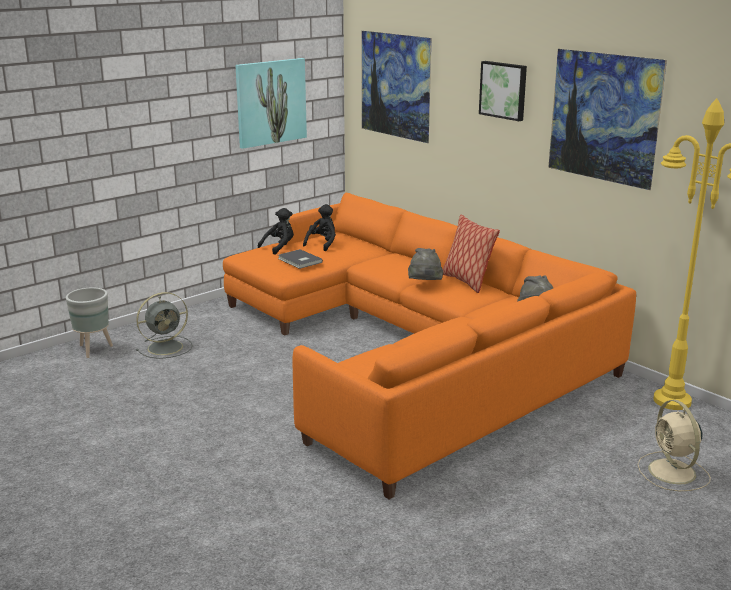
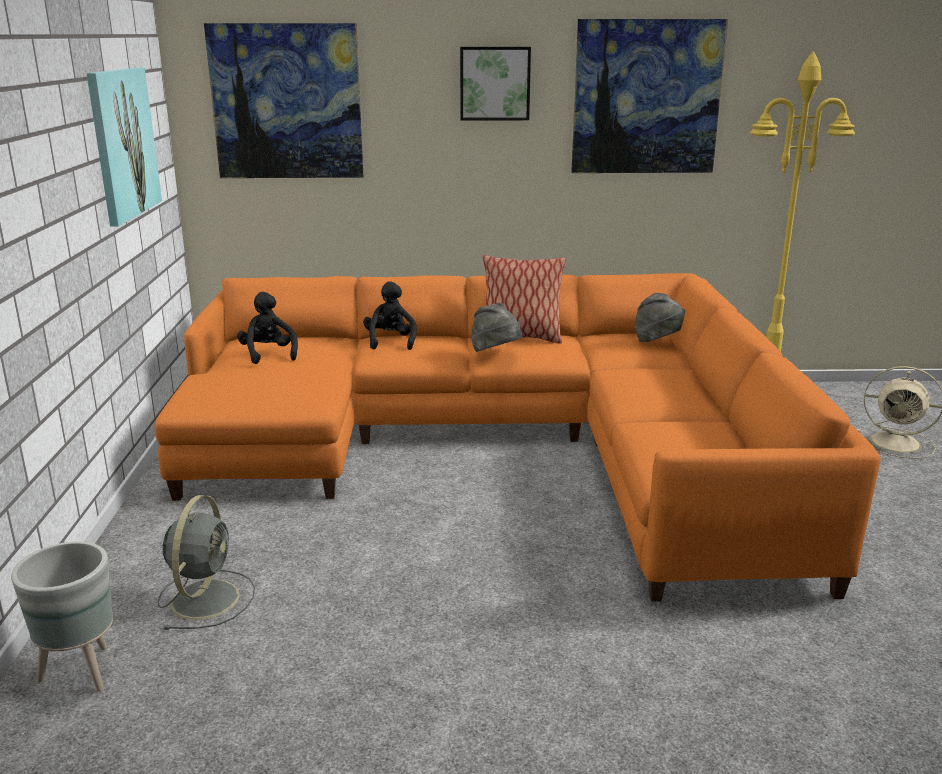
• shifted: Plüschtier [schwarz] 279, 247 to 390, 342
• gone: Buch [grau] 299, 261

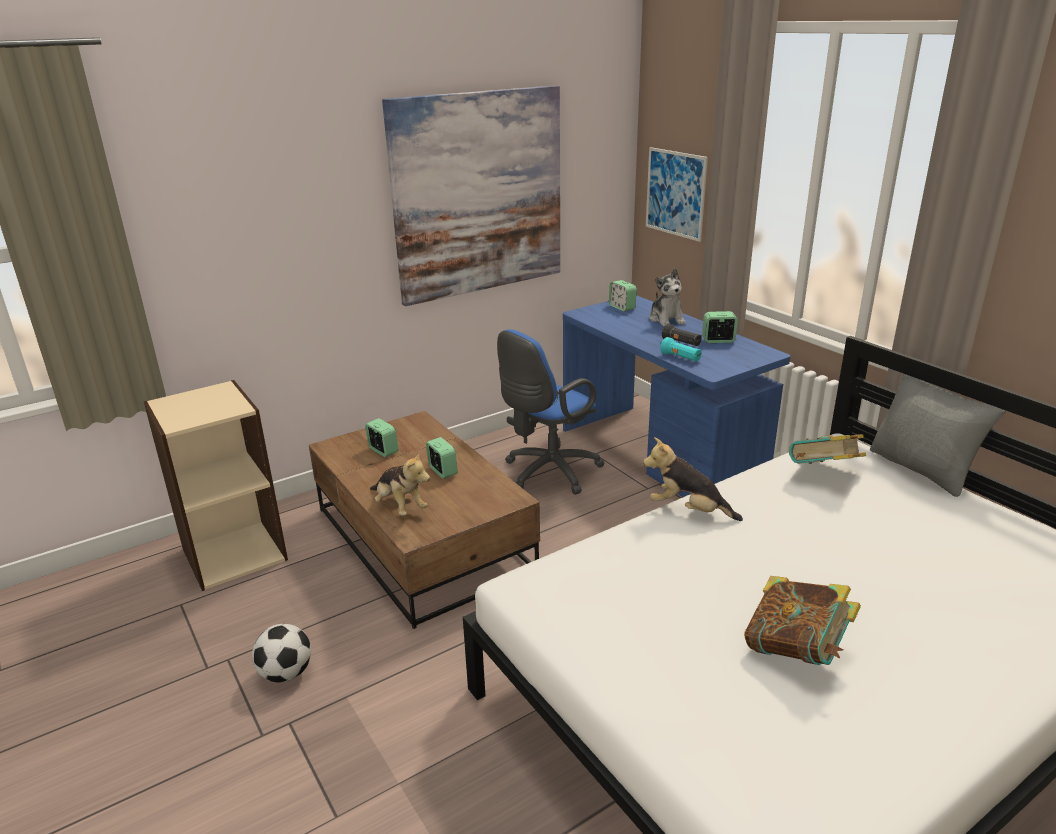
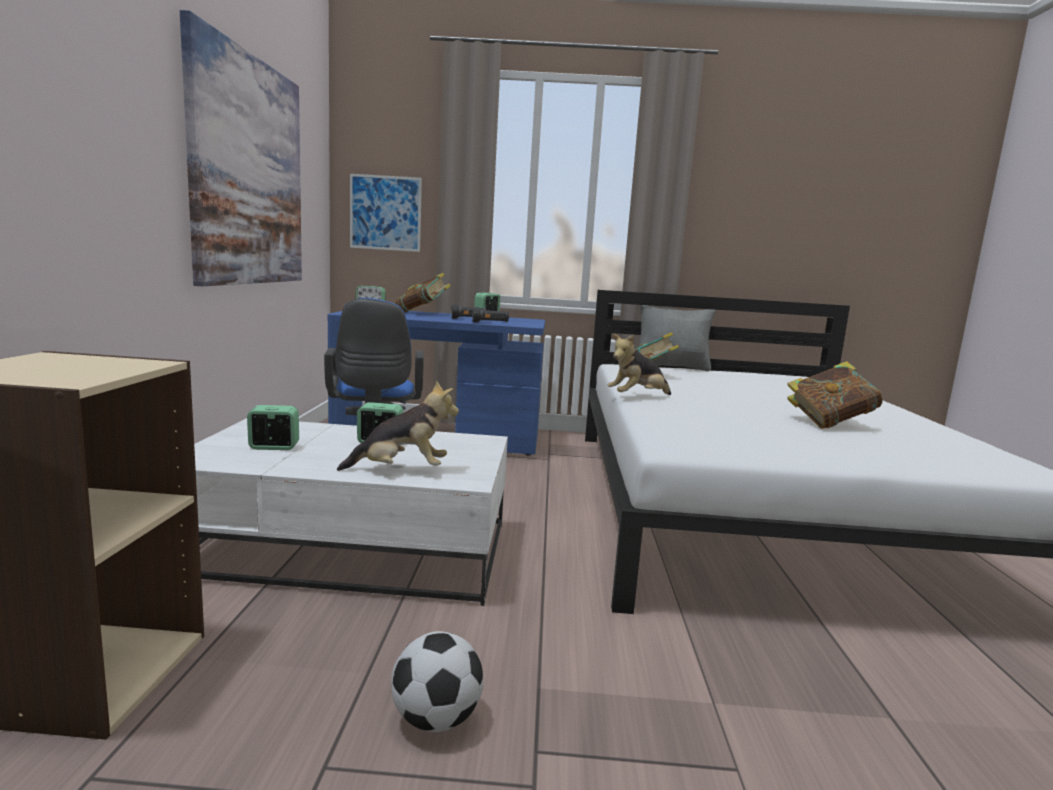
• repainted: Couchtisch [braun] 421, 539 to Couchtisch [weiß] 348, 549
• swapped: Plüschtier 666, 319 to Buch 422, 313
• repainted: Taschenlampe [türkis] 681, 358 to Taschenlampe [schwarz] 490, 323

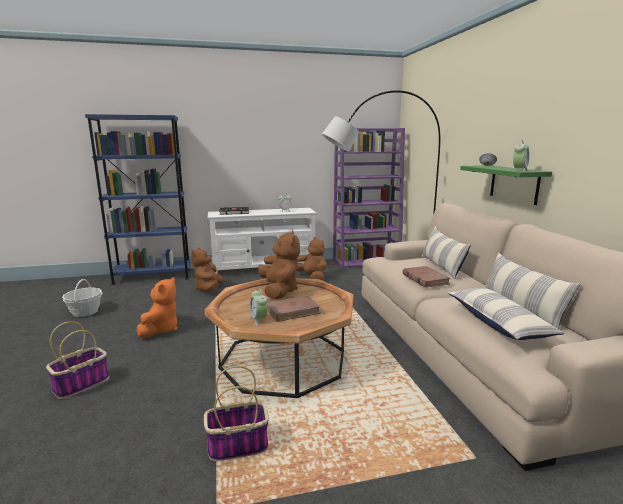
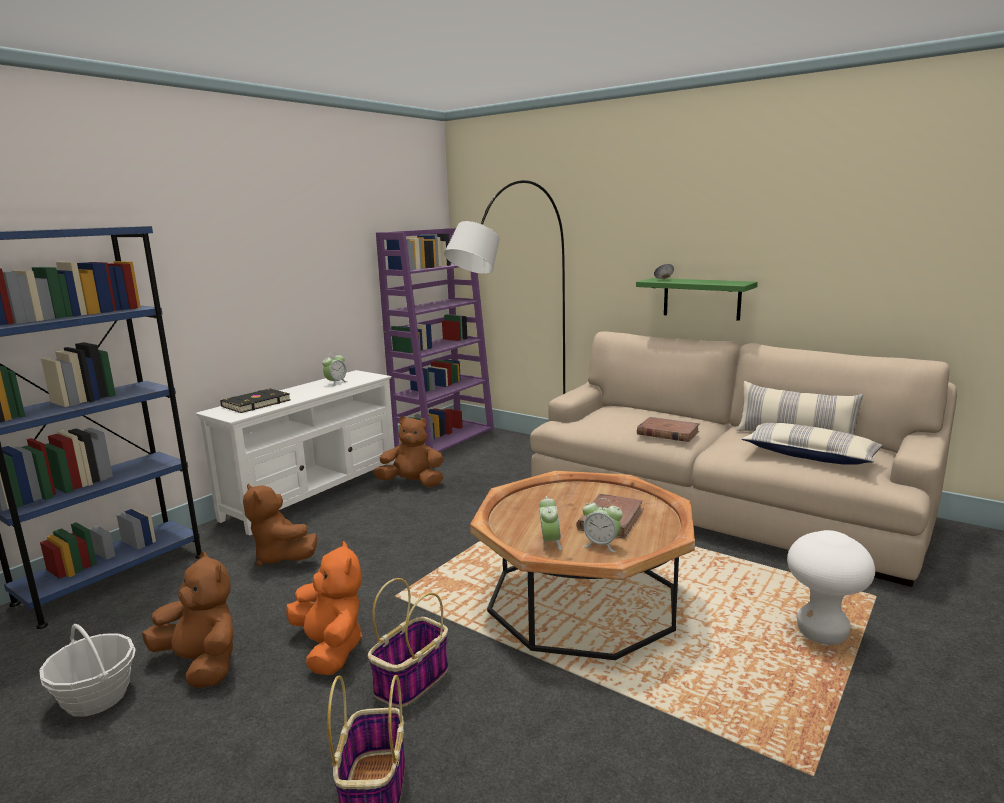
• shifted: Korb 237, 446 to 411, 681
• shifted: Plüschtier [braun] 279, 291 to 202, 664
• gone: Kissen 441, 267
• shifted: Wecker 519, 170 to 550, 542
• new: Hocker [weiß] 821, 633

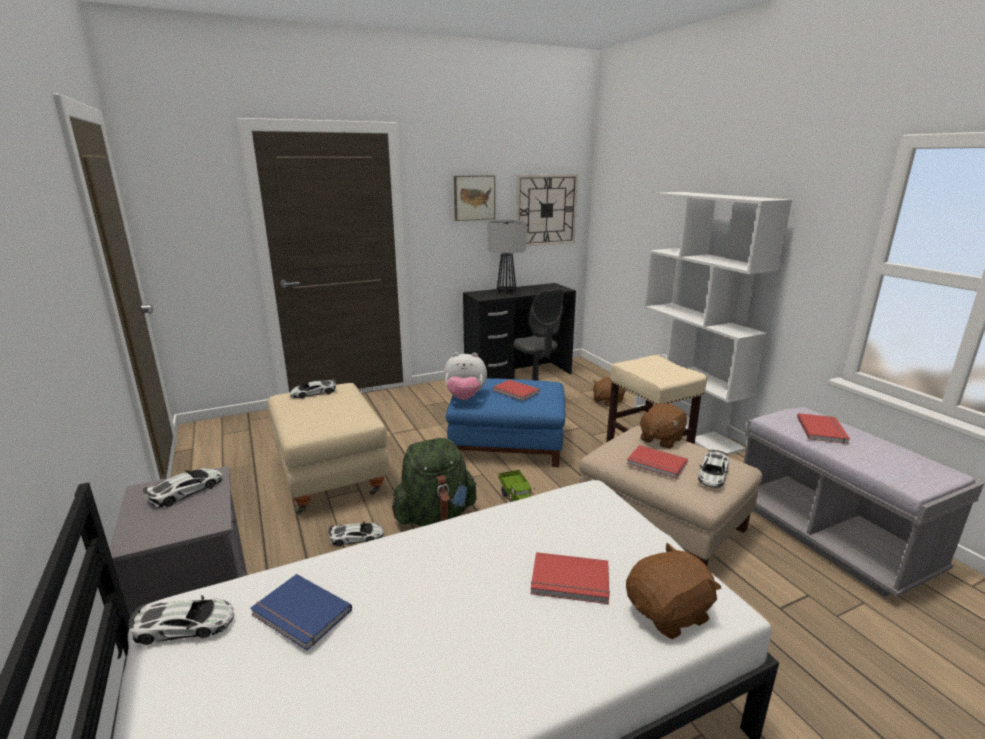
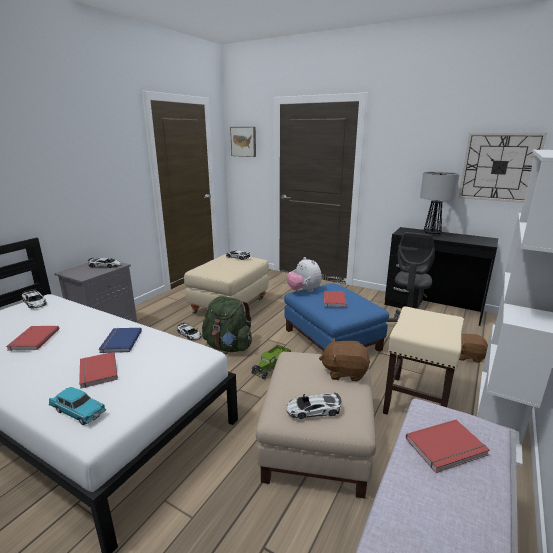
• shifted: Buch [blau] 300, 615 to 120, 341
• shifted: Bild 473, 197 to 244, 141
• swapped: Plüschtier [braun] 669, 613 to Spielzeugauto [türkis] 78, 412
• shifted: Buch [rot] 656, 464 to 33, 339

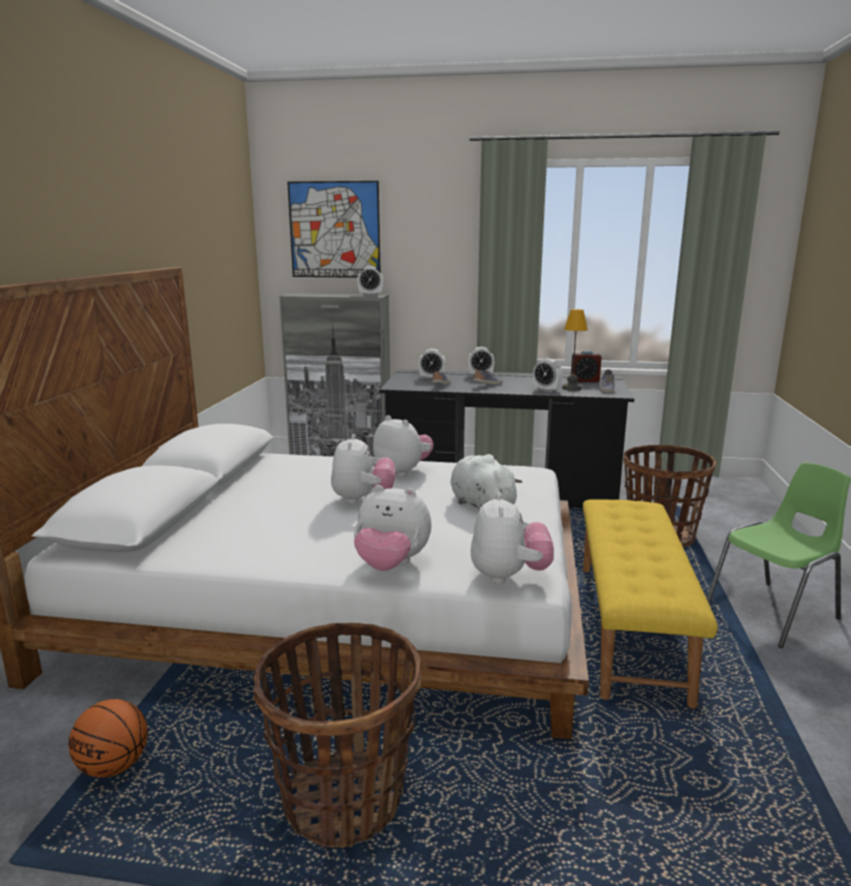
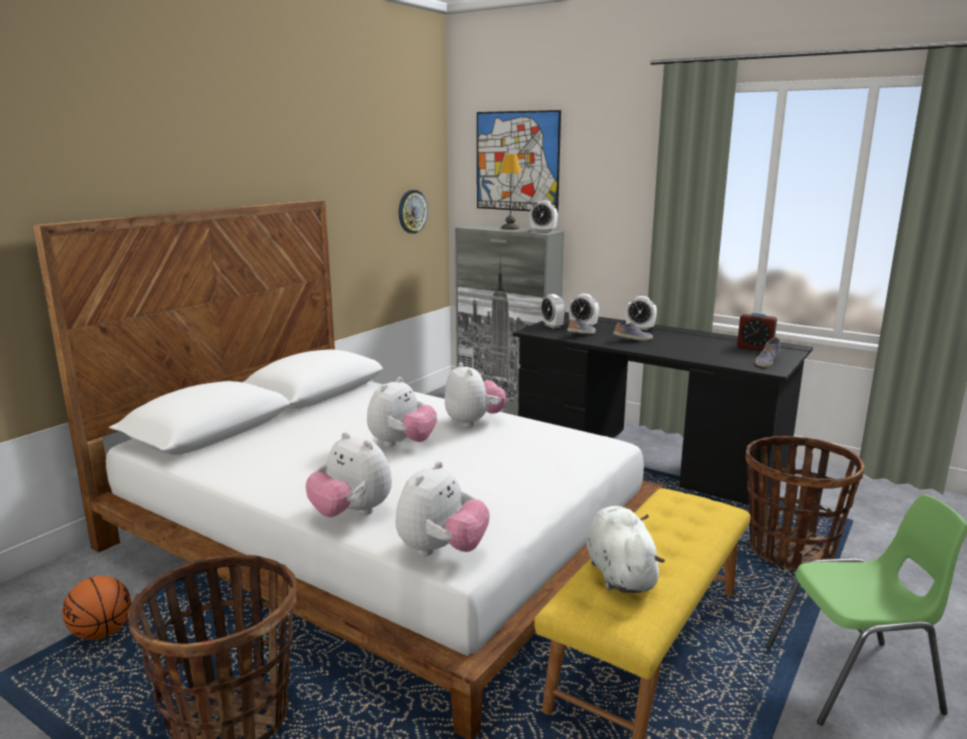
• shifted: Plüschtier [weiß] 480, 504 to 619, 573
• shifted: Wecker 546, 390 to 552, 326
• shifted: Tischlampe 571, 388 to 509, 228
• new: Wanduhr 412, 211

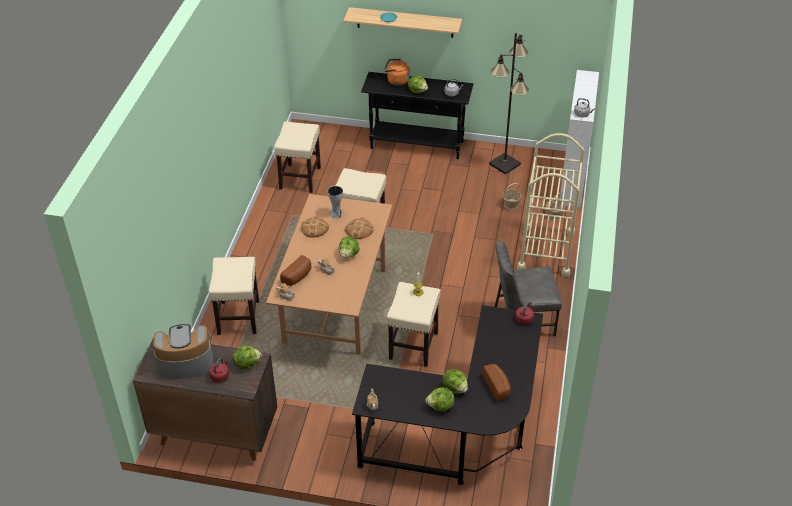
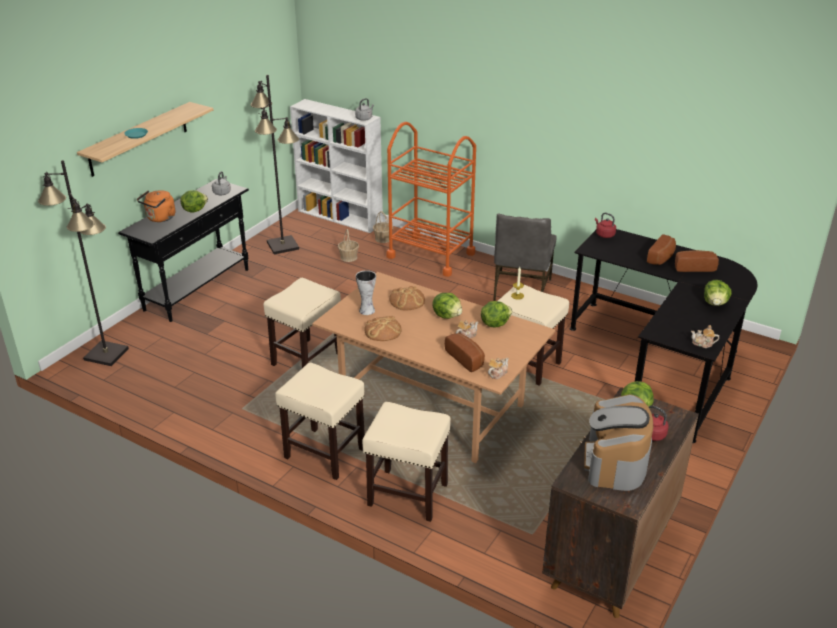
• shifted: Hocker [beige] 300, 178 to 324, 453
• shifted: Salatkopf 455, 388 to 495, 323
• repainted: Rollwagen [beige] 546, 250 to Rollwagen [orange] 431, 255
• new: Stehlampe [schwarz] 106, 354
• new: Brot 662, 258

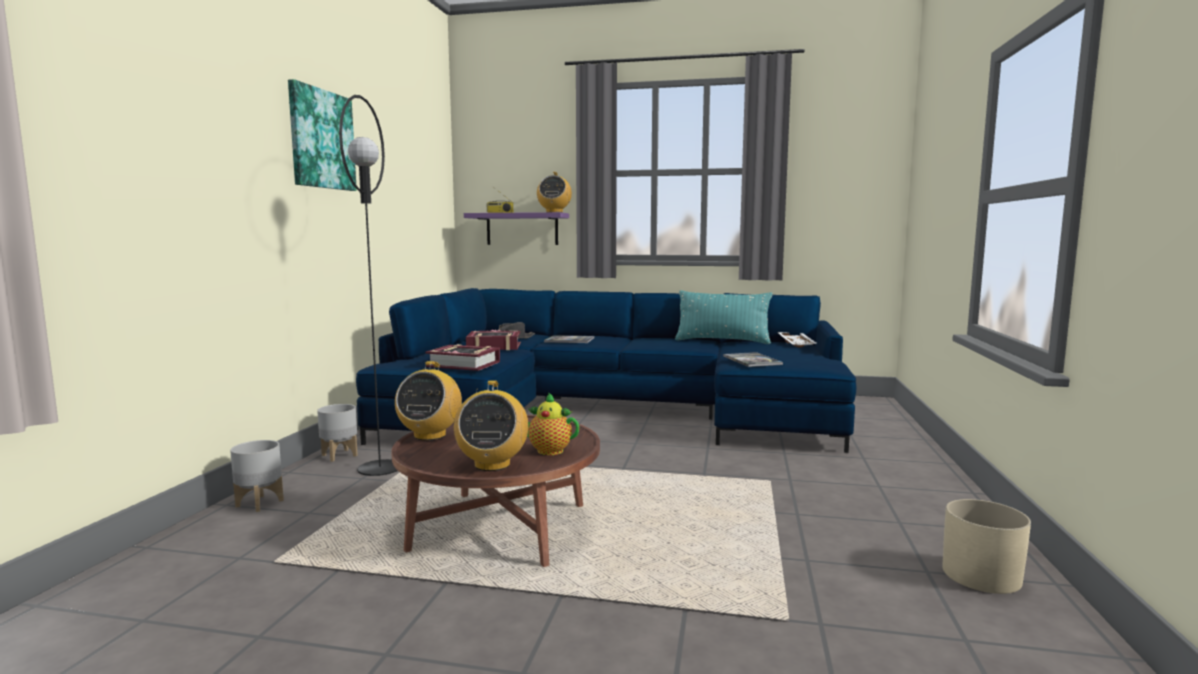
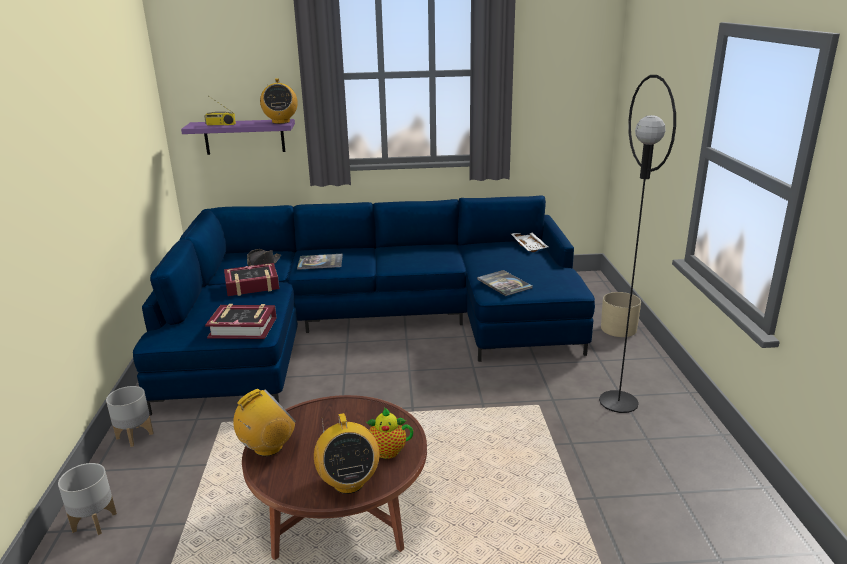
• gone: Bild 321, 139
• shifted: Stehlampe [schwarz] 380, 468 to 618, 401
• rotated: Radio 430, 435 = 268, 447 120 degrees counterclockwise
• gone: Kissen [türkis] 722, 341
• shifted: Pflanzkübel [beige] 982, 575 to 619, 329

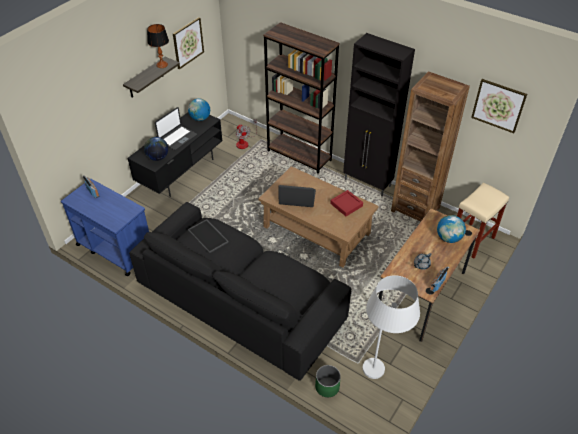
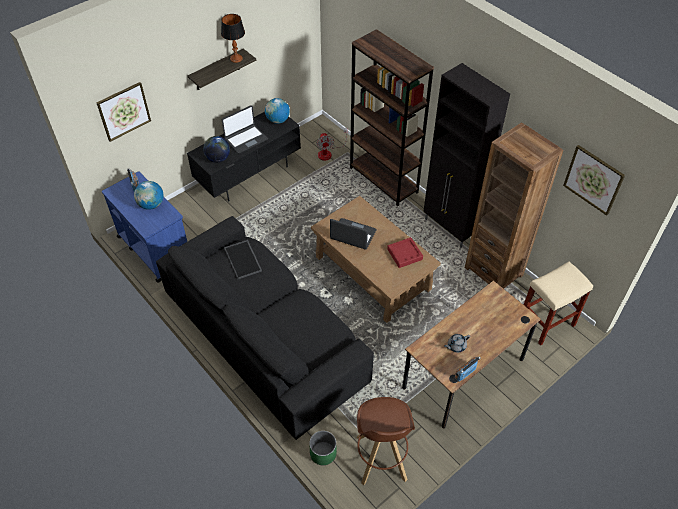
• shifted: Bild 188, 43 to 124, 111
• swapped: Stehlampe [weiß] 379, 379 to Hocker [braun] 381, 459
• shifted: Globus 448, 238 to 151, 205

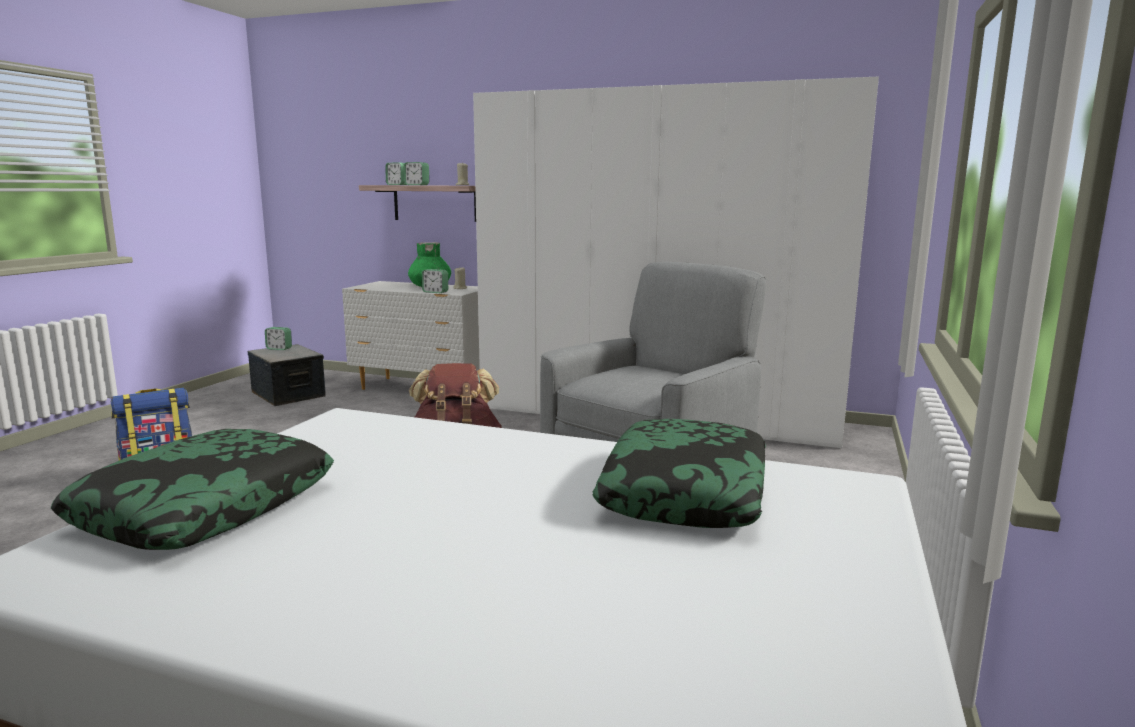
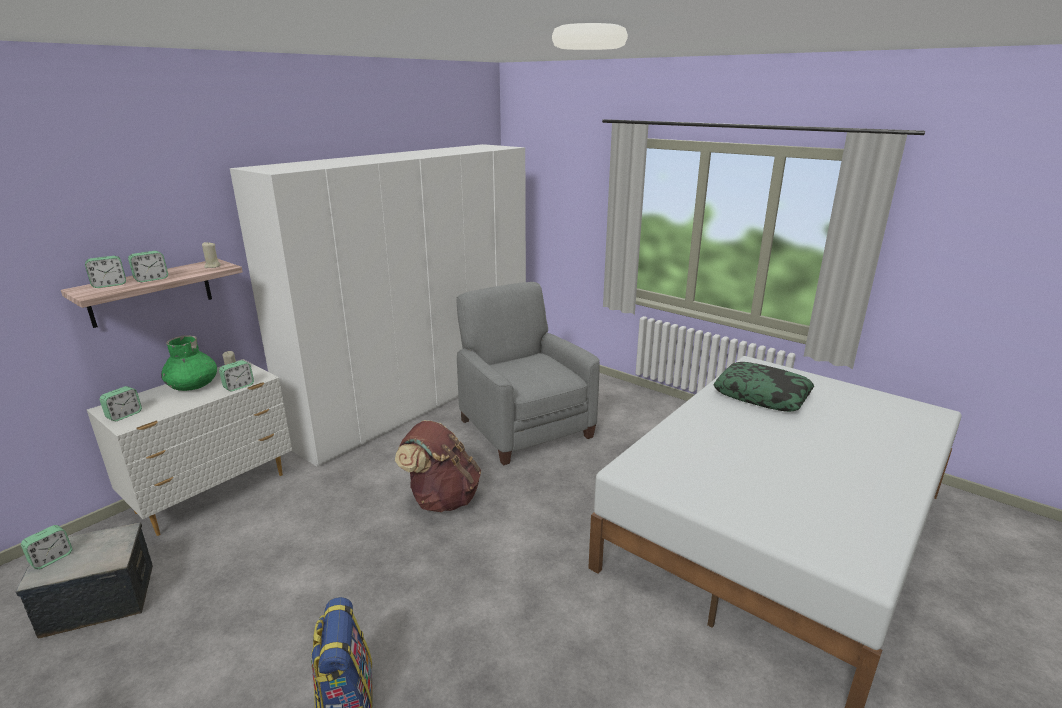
• gone: Kissen 206, 508
• new: Wecker 124, 415

